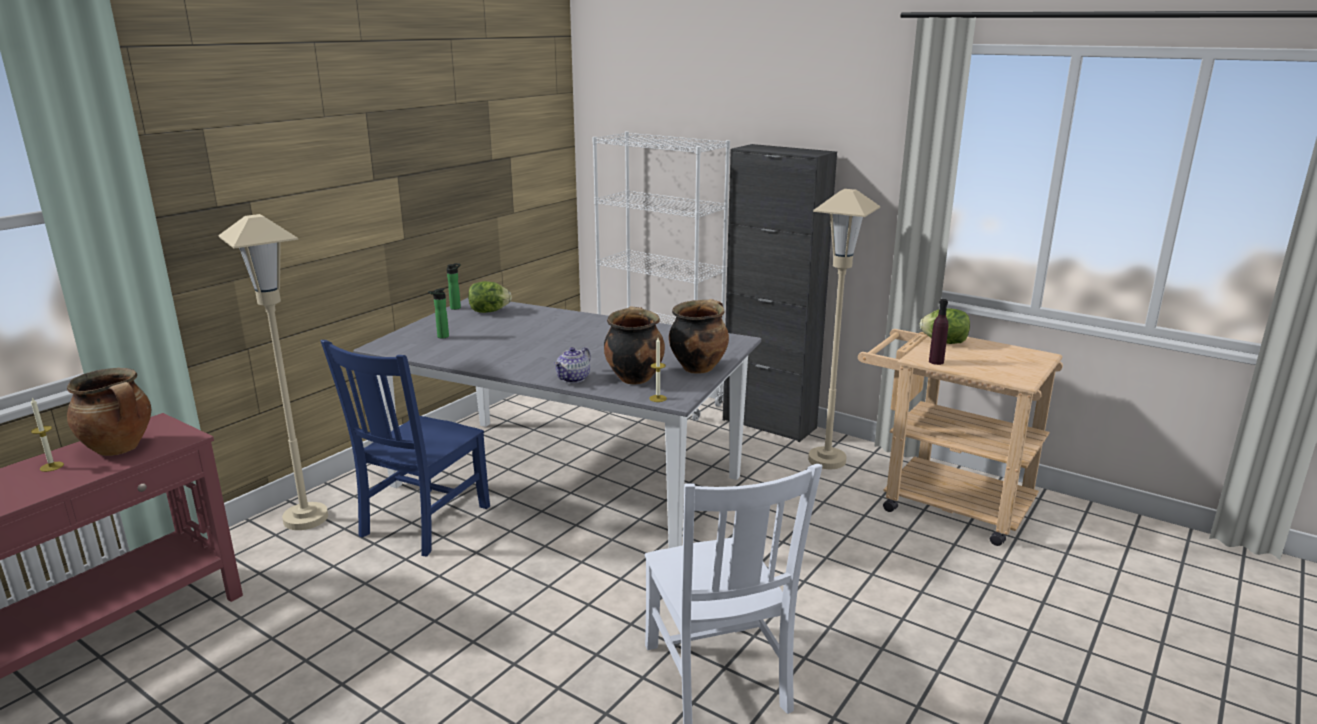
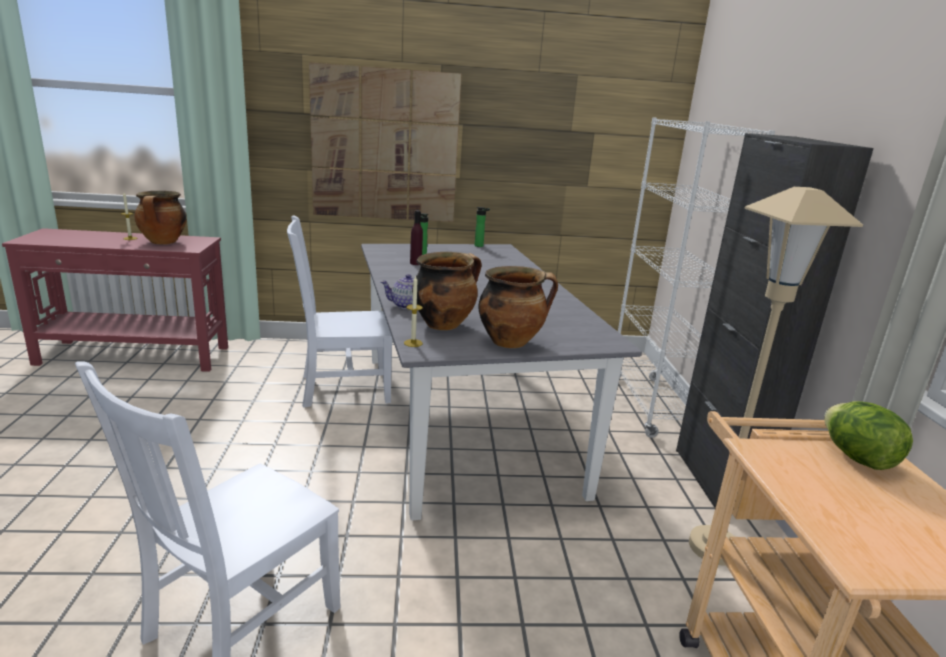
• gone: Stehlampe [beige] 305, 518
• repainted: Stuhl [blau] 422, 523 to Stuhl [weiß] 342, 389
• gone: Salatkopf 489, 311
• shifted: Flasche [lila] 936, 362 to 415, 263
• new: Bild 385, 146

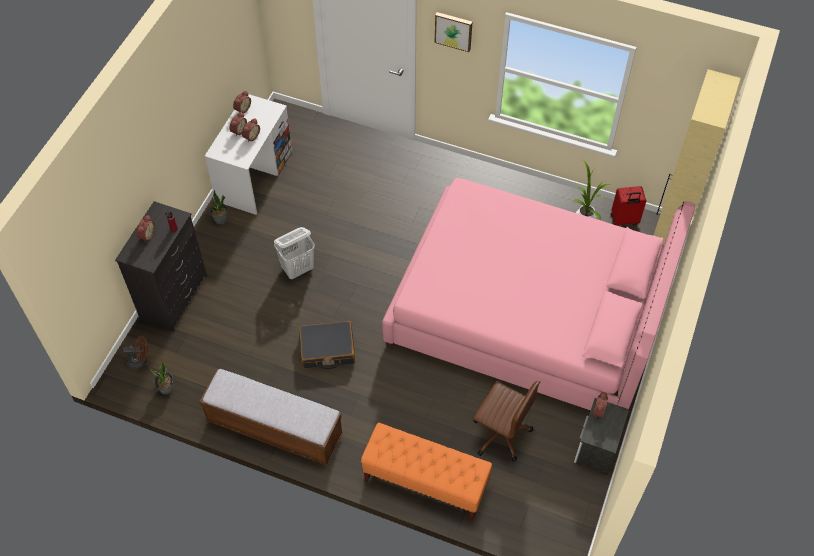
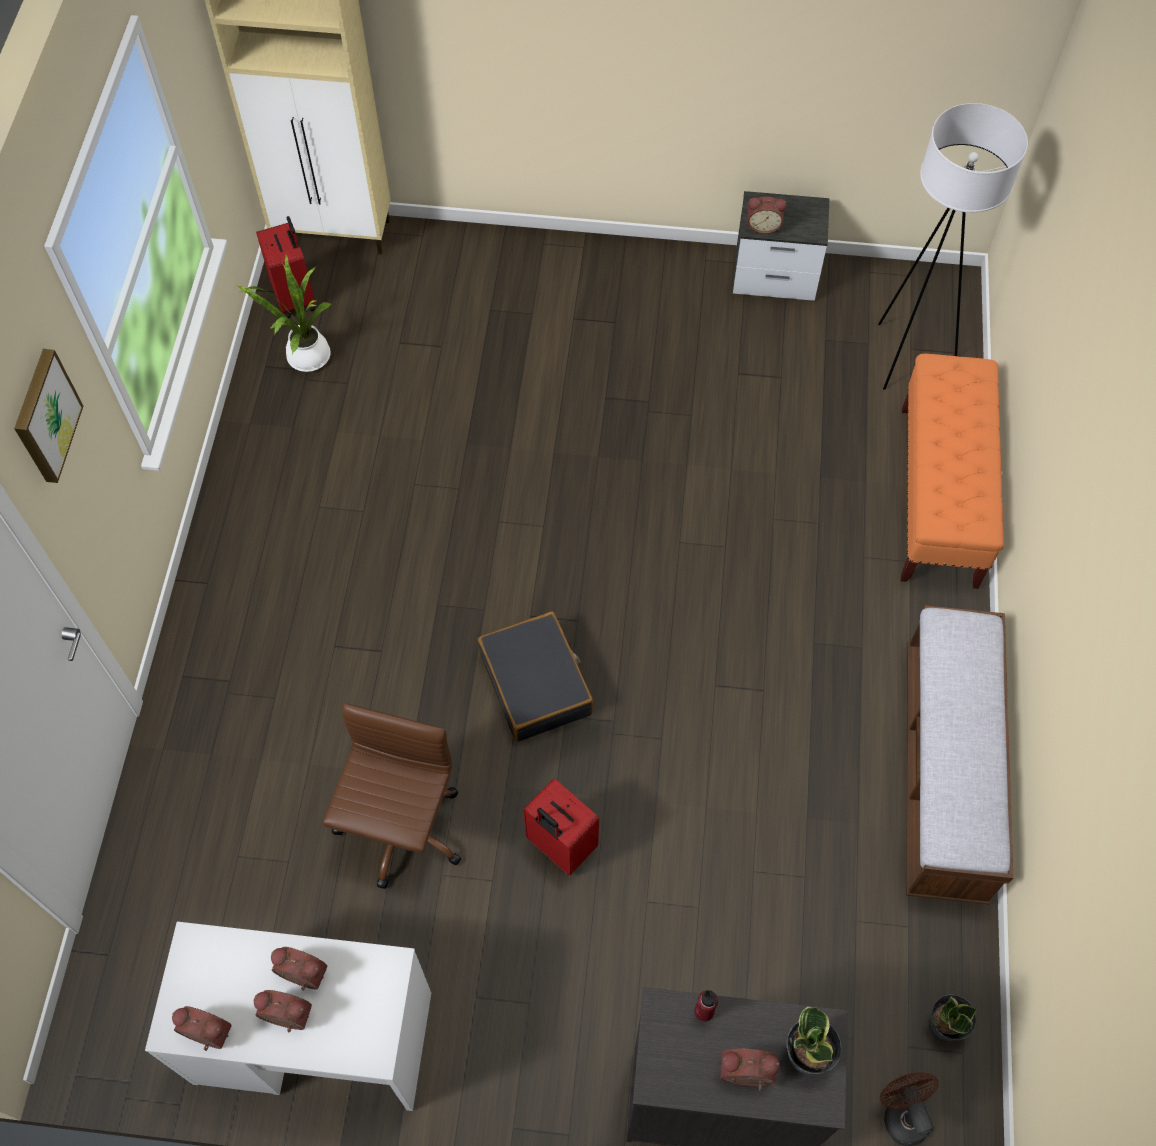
• shifted: Topfpflanze 220, 219 to 807, 1054
• swapped: Wäschekorb [weiß] 298, 269 to Koffer [rot] 560, 846
• shifted: Koffer [schwarz] 327, 350 to 536, 684
• gone: Bett [rosa] 527, 314
• shifted: Bürostuhl [braun] 500, 433 to 400, 831
• new: Stehlampe [weiß] 907, 357

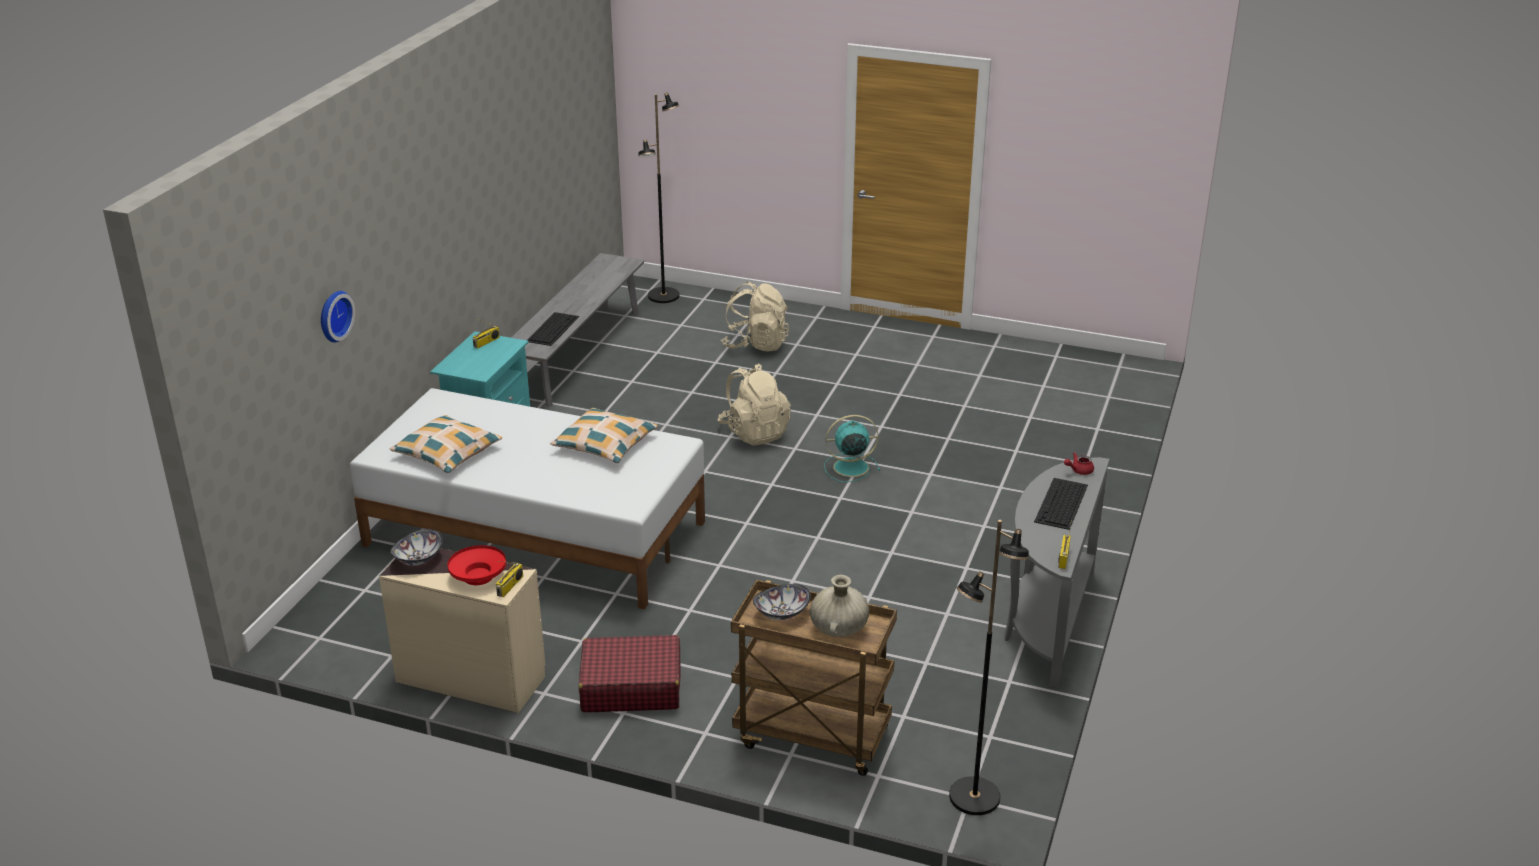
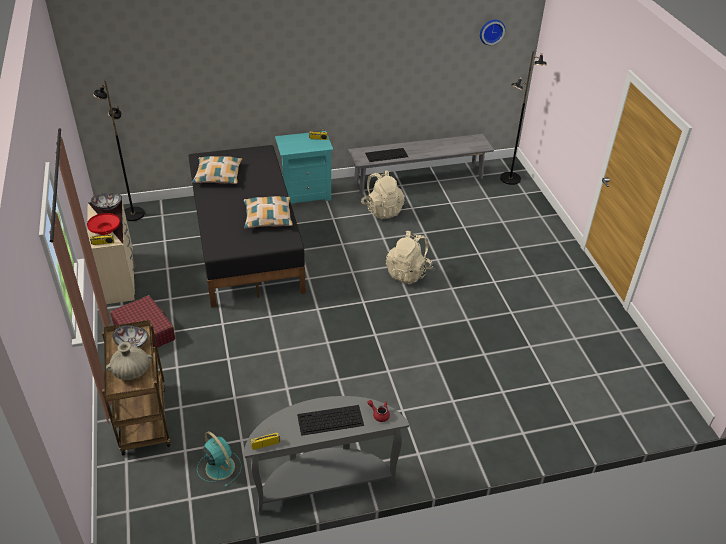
• shifted: Wanduhr 333, 315 to 491, 31
• repainted: Bett [weiß] 535, 532 to Bett [schwarz] 247, 241
• shifted: Rucksack [beige] 755, 344 to 382, 210
• shifted: Ventilator [türkis] 849, 467 to 219, 466
• shifted: Stehlampe [schwarz] 974, 798 to 132, 214

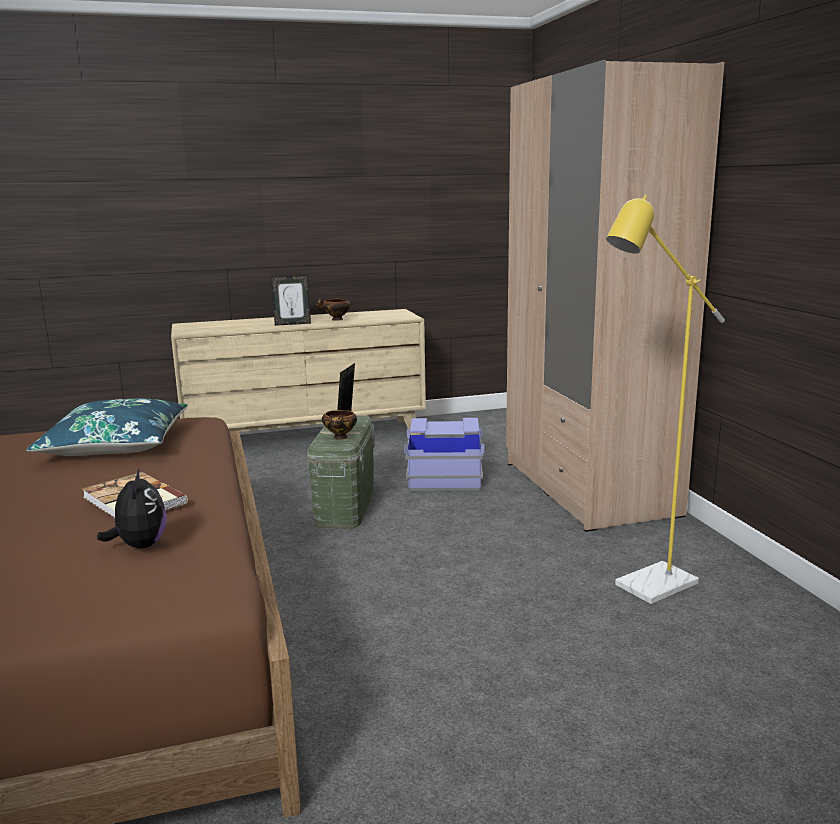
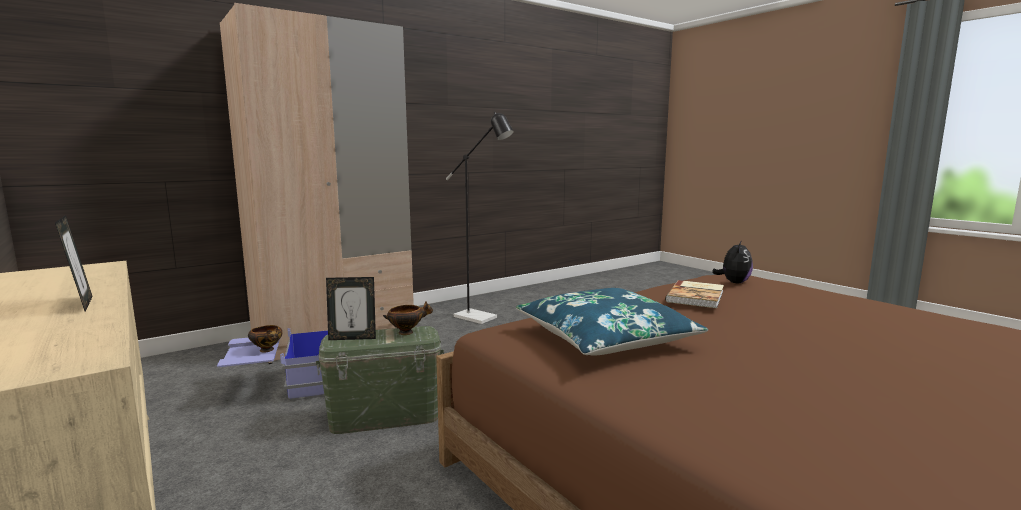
• rotated: Plüschtier 140, 545 = 733, 282 150 degrees clockwise
• shifted: Schüssel 336, 320 to 267, 350
• repainted: Stehlampe [gelb] 646, 588 to Stehlampe [schwarz] 481, 318

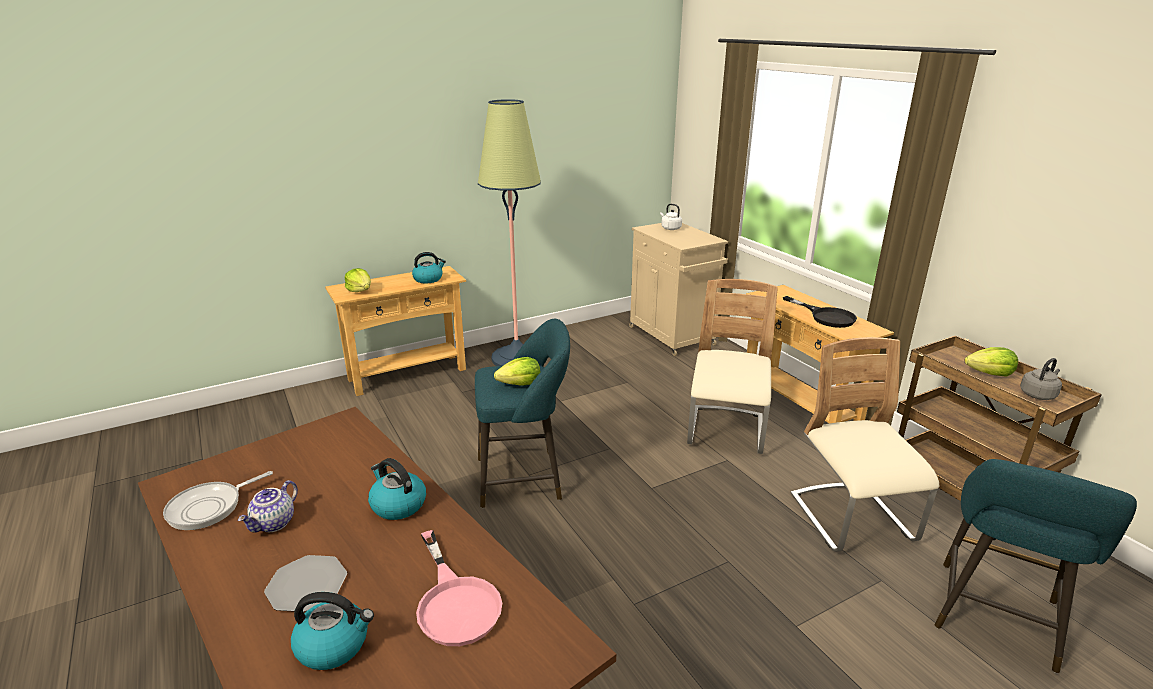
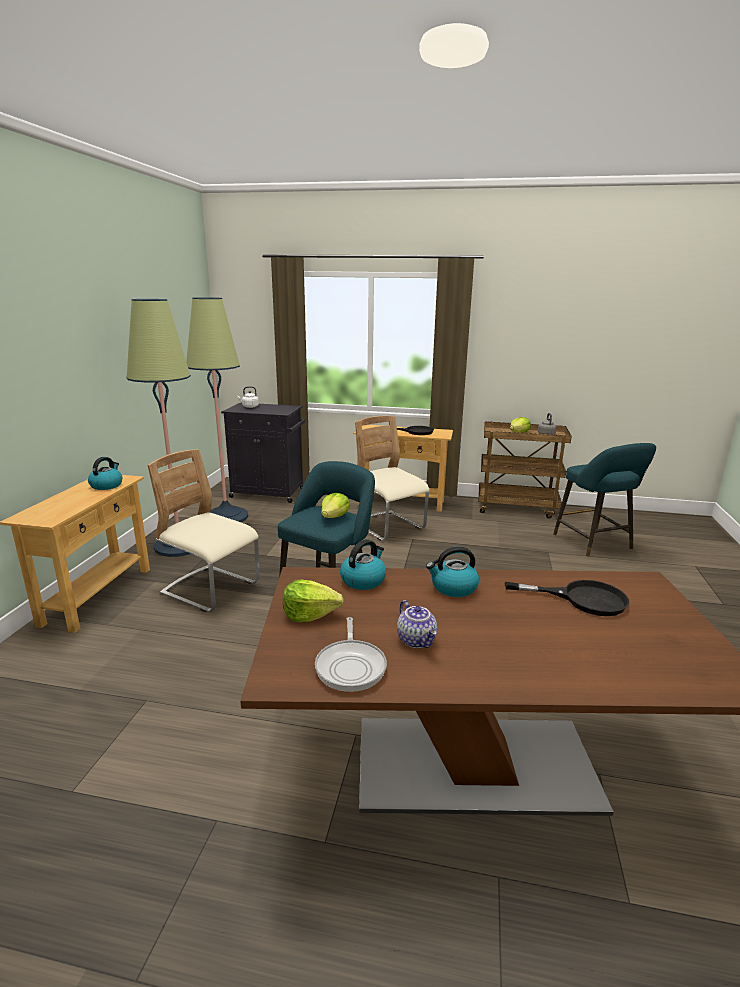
• gone: Teller 307, 584
• shifted: Wasserkessel 334, 645 to 363, 580
• shifted: Salatkopf 360, 290 to 310, 614
• repainted: Pfanne [rosa] 455, 602 to Pfanne [schwarz] 582, 599
• repainted: Schrank [beige] 672, 337 to Schrank [schwarz] 269, 493
• shifted: Stuhl [beige] 851, 519 to 211, 589
• new: Stehlampe 226, 517

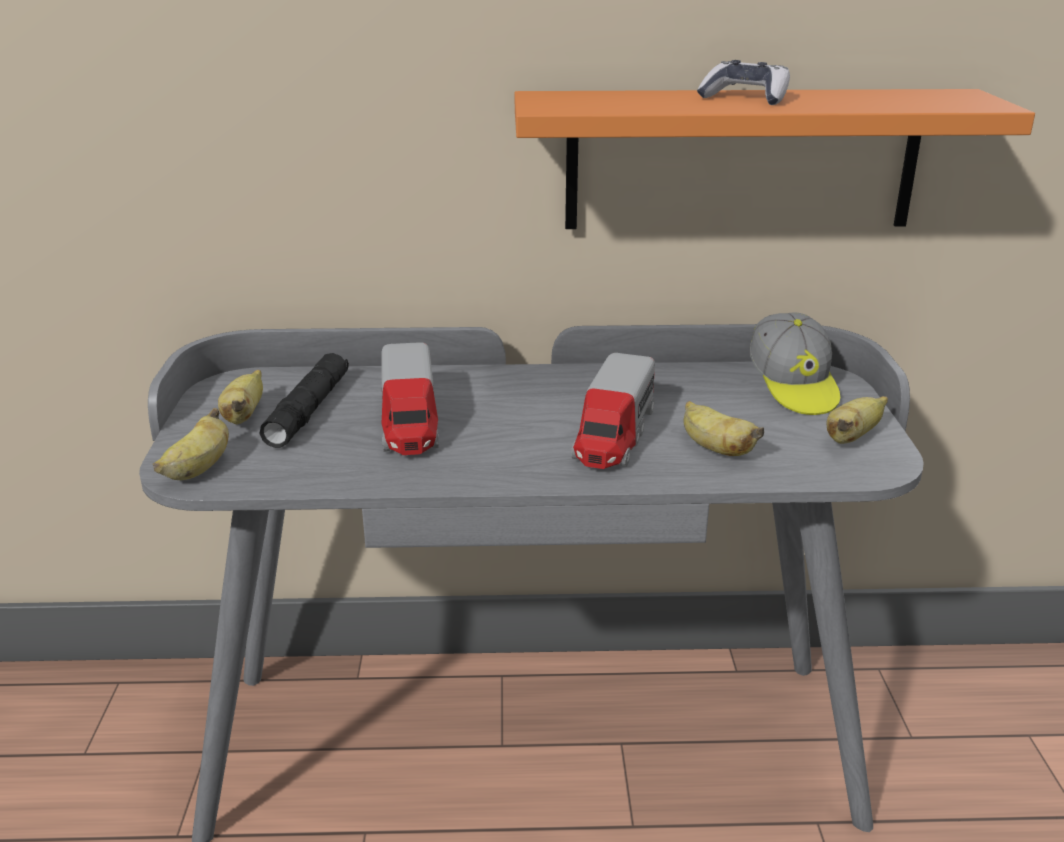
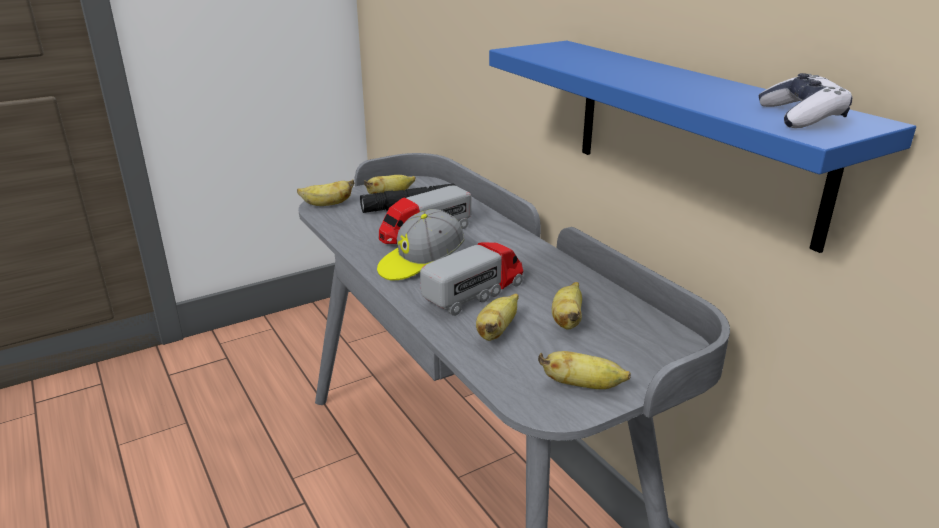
• repainted: Wandregal [orange] 741, 160 to Wandregal [blau] 692, 135
• rotated: Spielzeuglaster 614, 436 = 475, 292 150 degrees clockwise
• shifted: Gamepad 745, 98 to 801, 116
• shifted: Kappe 793, 387 to 420, 263
• new: Banane 567, 320

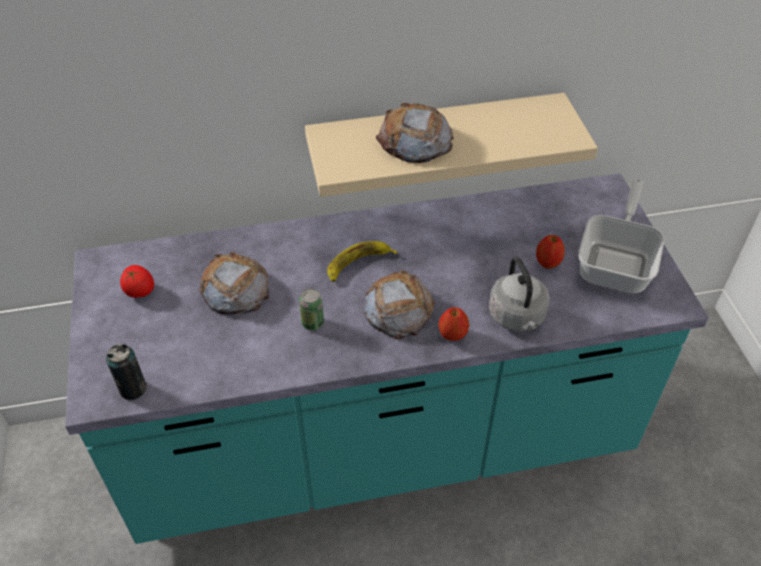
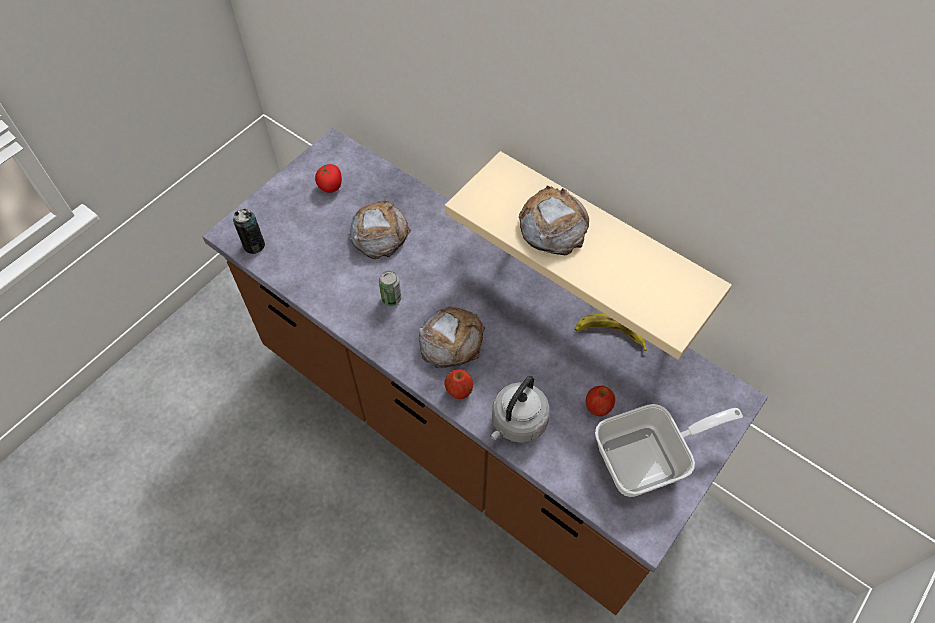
• repainted: Küchenzeile [türkis] 380, 442 to Küchenzeile [braun] 467, 426
• shifted: Banane 358, 264 to 610, 333

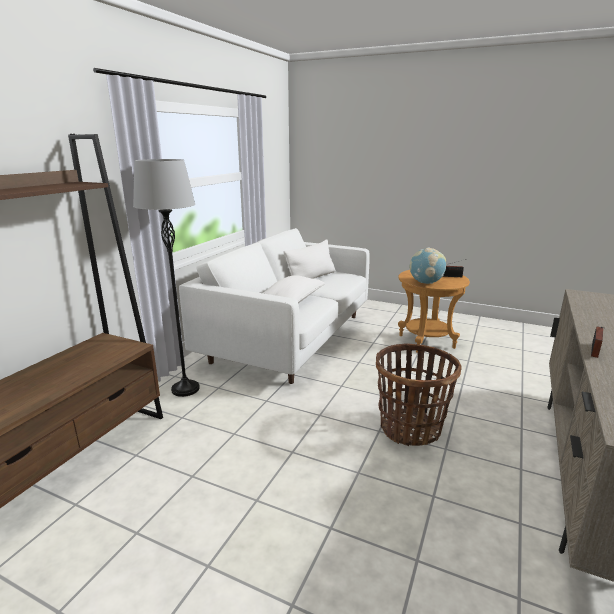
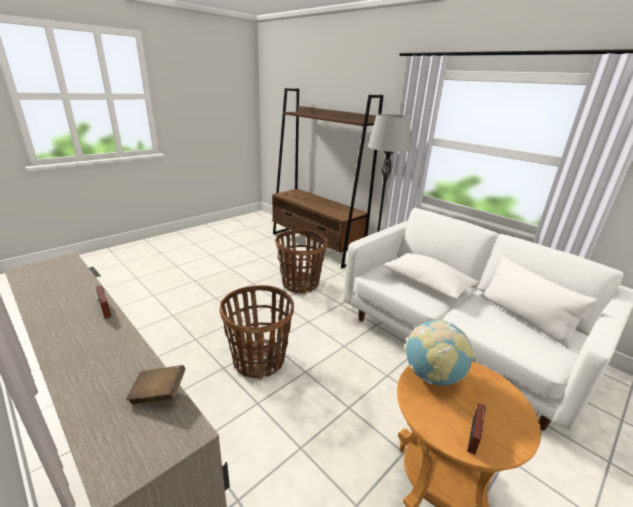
• new: Buch [braun] 158, 394
• new: Korb 300, 284

